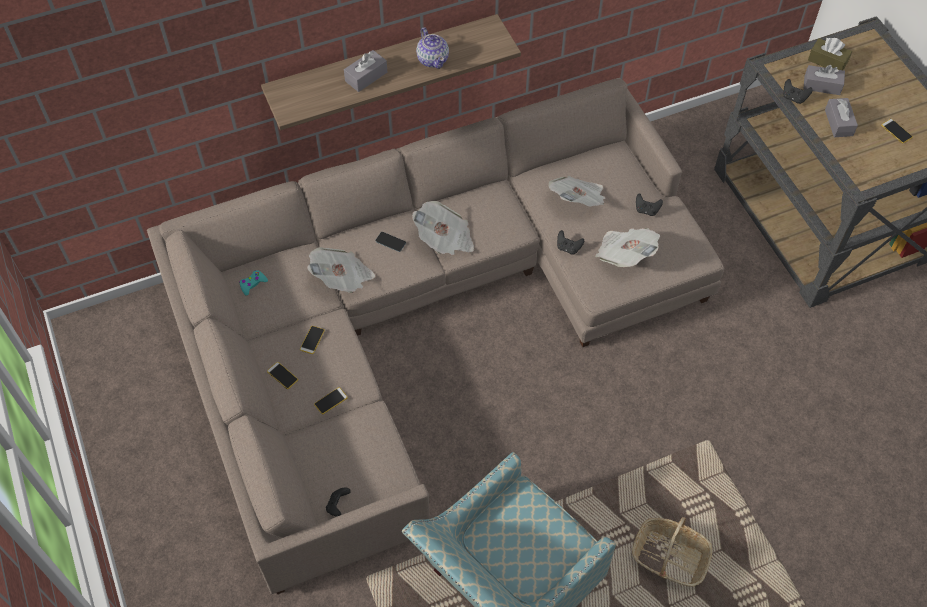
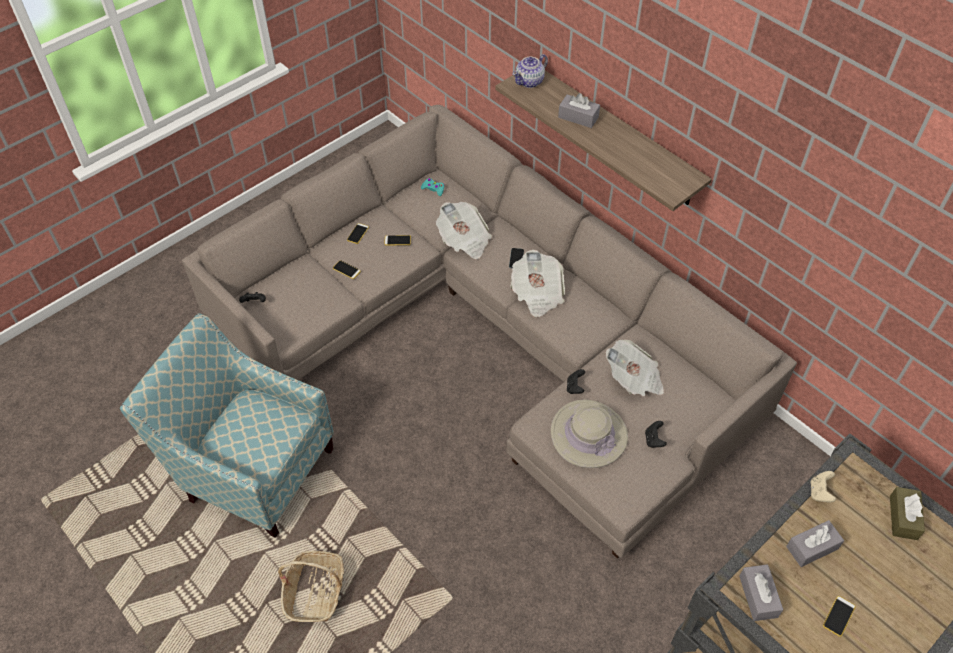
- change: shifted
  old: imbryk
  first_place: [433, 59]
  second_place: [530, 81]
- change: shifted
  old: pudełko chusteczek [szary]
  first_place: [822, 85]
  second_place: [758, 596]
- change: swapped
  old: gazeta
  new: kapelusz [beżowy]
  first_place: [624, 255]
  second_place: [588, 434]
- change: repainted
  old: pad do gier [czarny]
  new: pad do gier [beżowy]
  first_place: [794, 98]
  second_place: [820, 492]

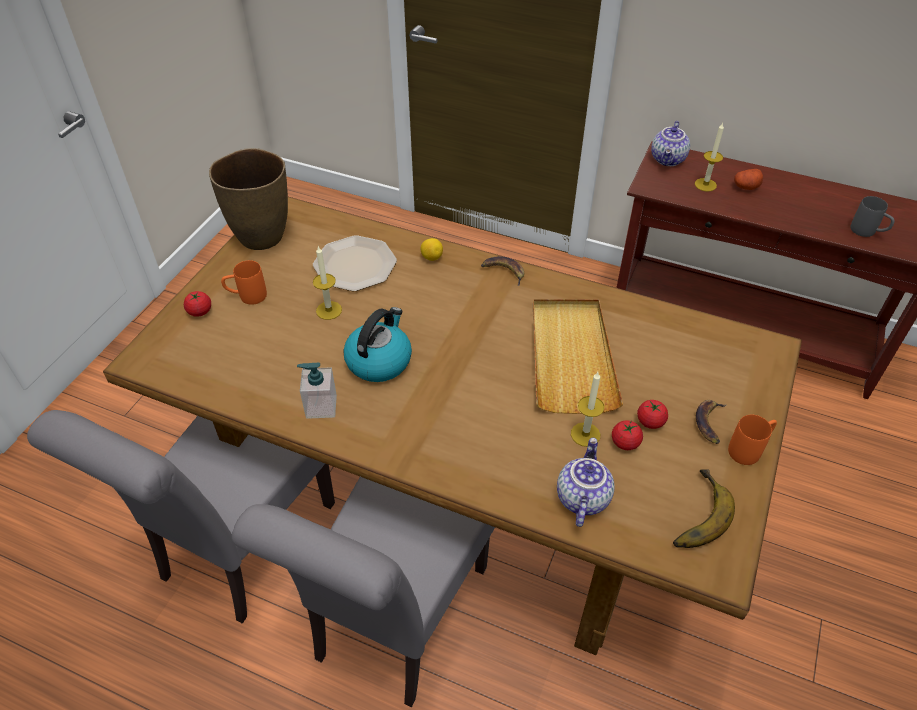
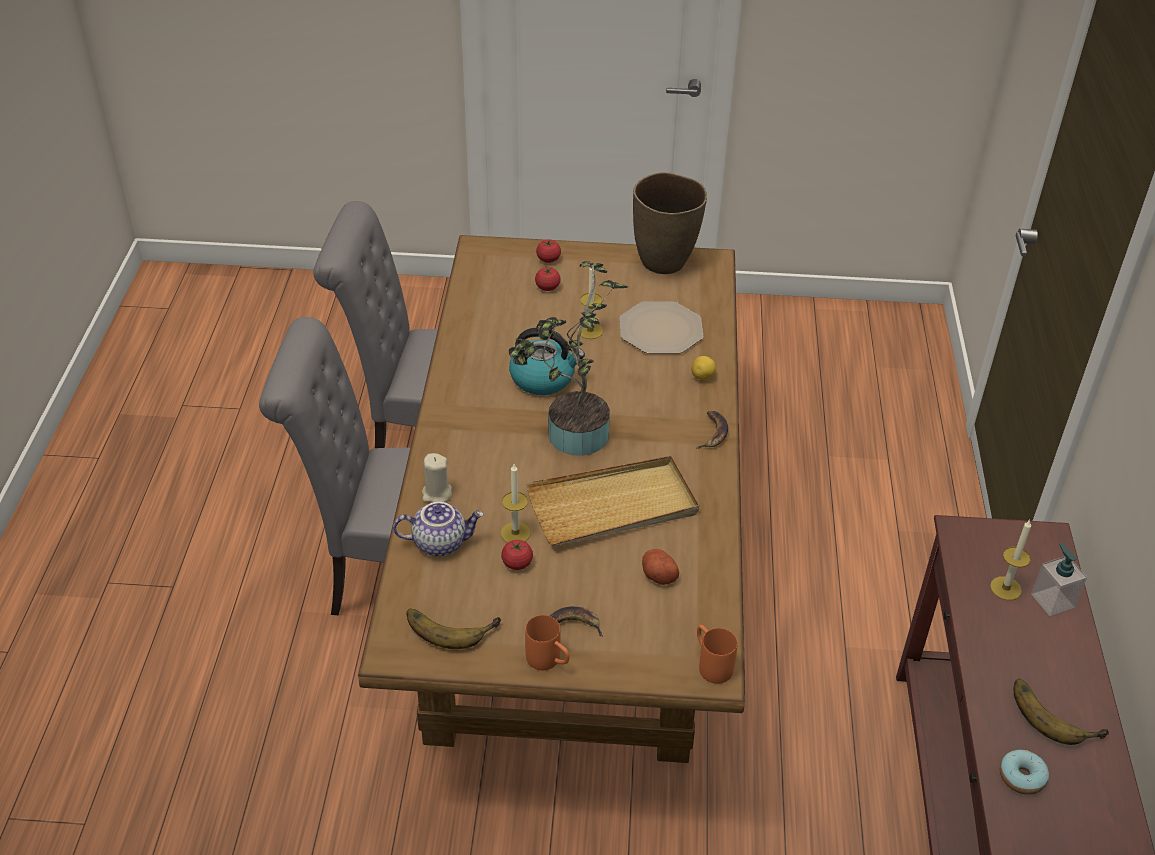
- change: gone
  old: imbryk
  first_place: [668, 160]
- change: new
  new: świeca [beżowy]
  second_place: [437, 494]
- change: new
  new: roślina doniczkowa
  second_place: [571, 436]
- change: new
  new: banan
  second_place: [1055, 713]
- change: shifted
  old: kubek [pomarańczowy]
  first_place: [247, 296]
  second_place: [711, 664]
- change: shifted
  old: dozownik mydła
  first_place: [321, 406]
  second_place: [1052, 600]
- change: shifted
  old: pomidor
  first_place: [650, 421]
  second_place: [547, 287]
- change: shifted
  old: ziemniak
  first_place: [746, 187]
  second_place: [658, 574]
- change: swapped
  old: kubek [szary]
  new: donut
  first_place: [868, 232]
  second_place: [1021, 777]

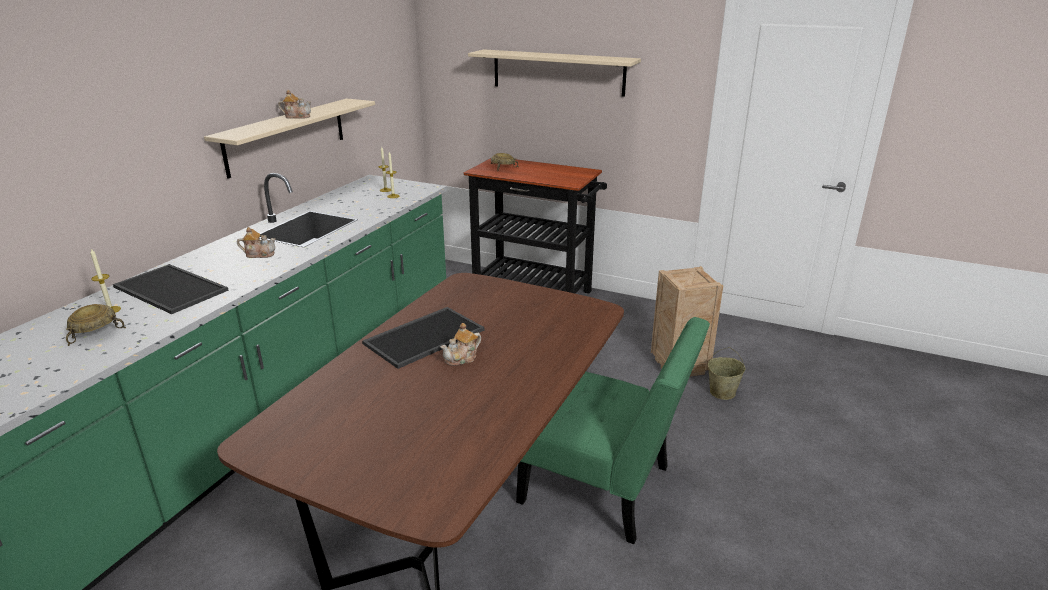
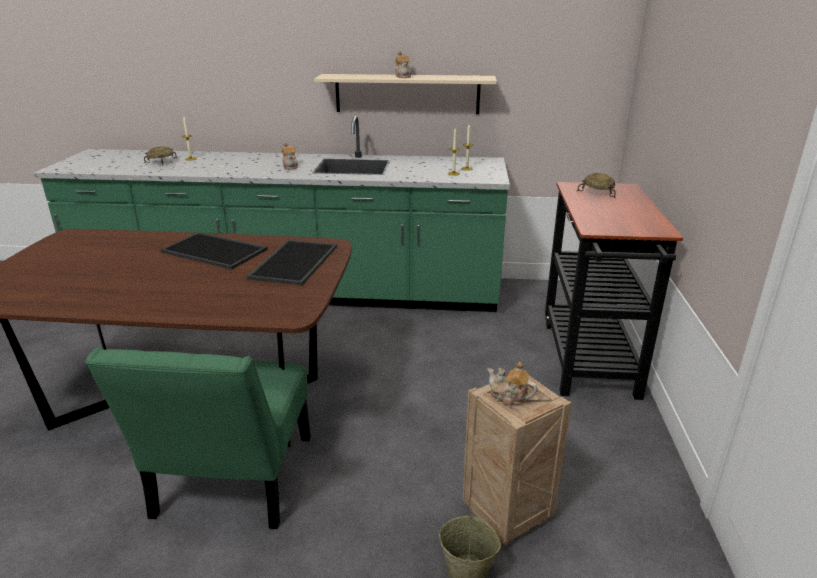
- change: gone
  old: półka [beżowy]
  first_place: [558, 72]
- change: shifted
  old: taca
  first_place: [168, 289]
  second_place: [293, 261]
- change: shifted
  old: imbryk
  first_place: [462, 358]
  second_place: [509, 396]

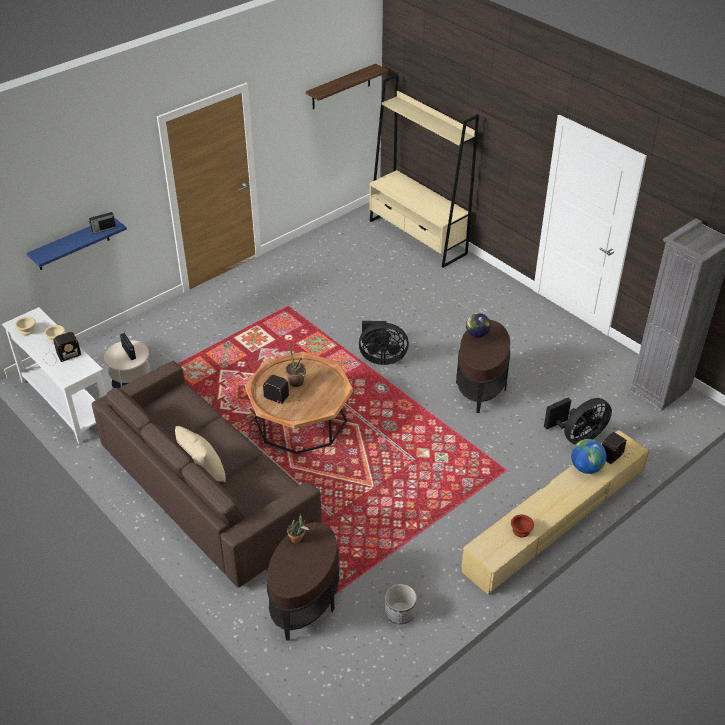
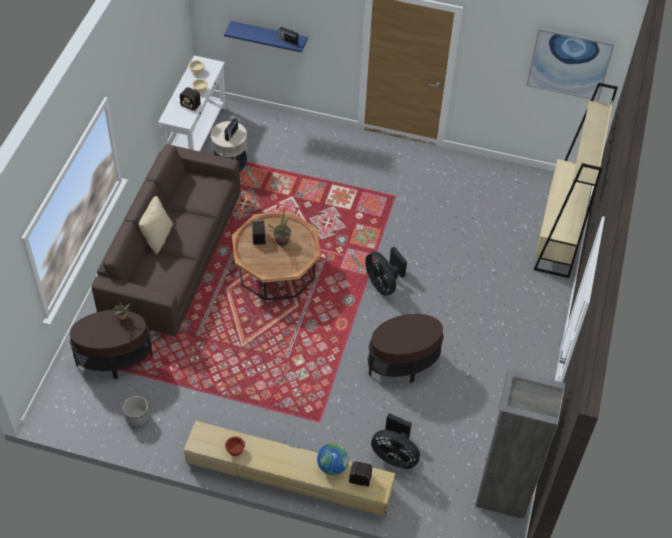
- change: gone
  old: globus
  first_place: [476, 340]
- change: swapped
  old: półka
  new: obraz
  first_place: [341, 87]
  second_place: [569, 63]

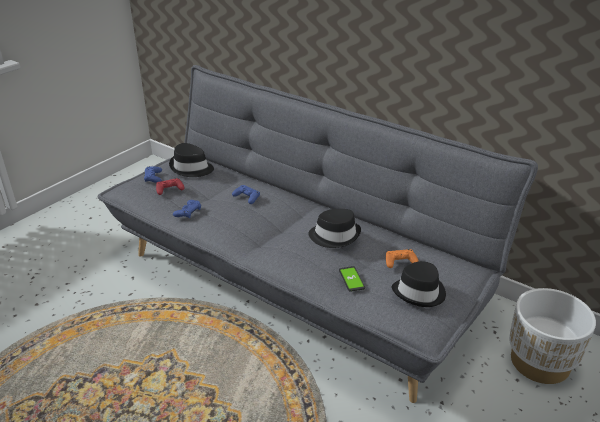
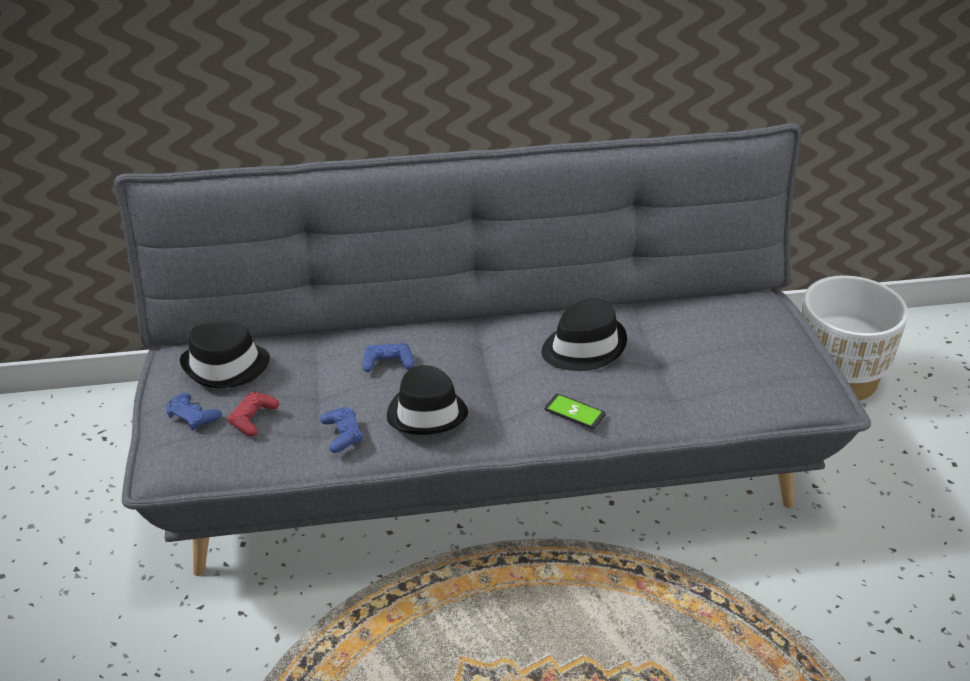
- change: gone
  old: pad do gier [pomarańczowy]
  first_place: [400, 262]
- change: shifted
  old: telefon
  first_place: [351, 279]
  second_place: [574, 412]
- change: shifted
  old: kapelusz [czarny]
  first_place: [420, 292]
  second_place: [427, 412]

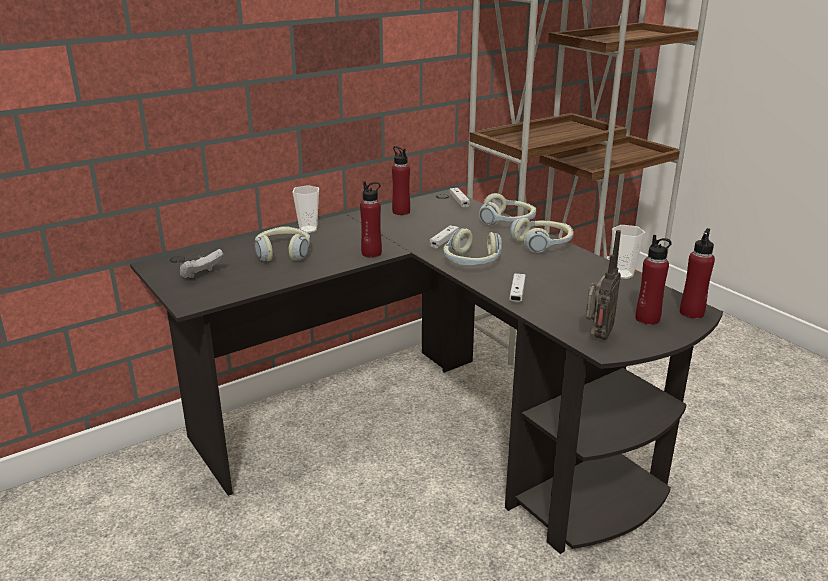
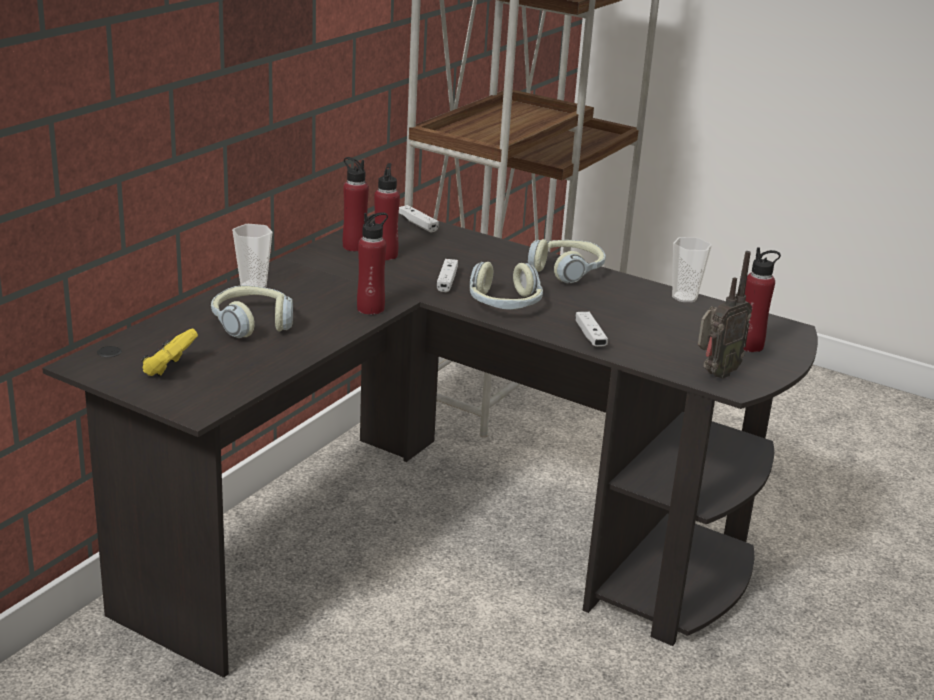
- change: gone
  old: słuchawki
  first_place: [507, 221]
- change: shifted
  old: butelka [czerwony]
  first_place: [691, 313]
  second_place: [385, 255]
- change: repainted
  old: pad do gier [biały]
  new: pad do gier [żółty]
  first_place: [201, 275]
  second_place: [169, 369]
- change: rotated
  old: radio
  first_place: [597, 337]
  second_place: [715, 374]
  degrees: 45

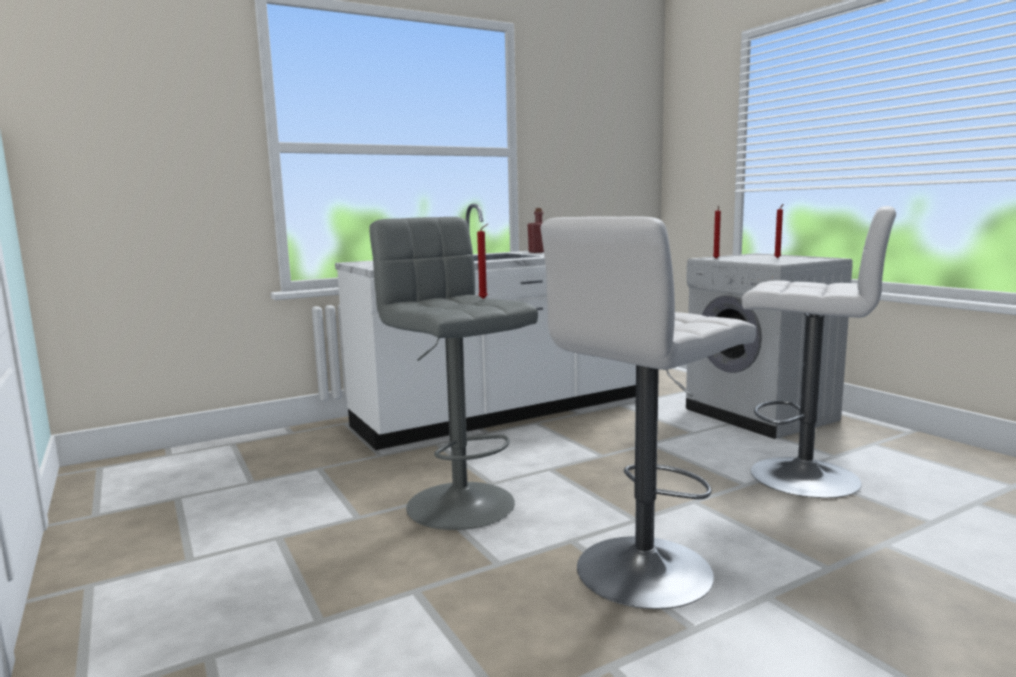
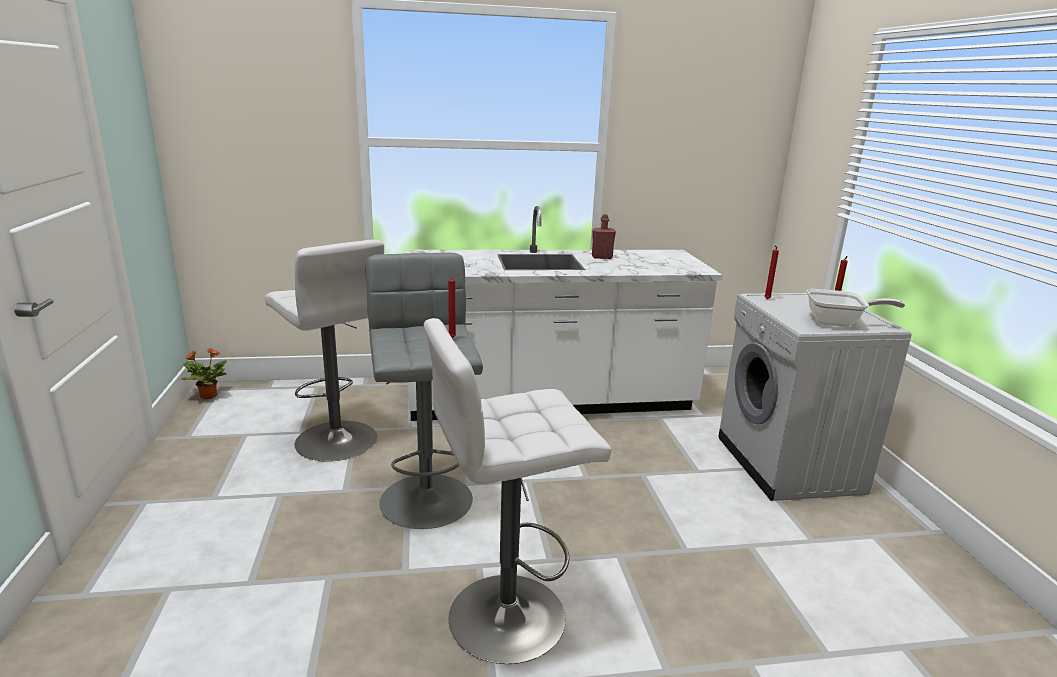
- change: new
  new: roślina doniczkowa
  second_place: [208, 396]
- change: new
  new: patelnia
  second_place: [839, 323]
- change: shifted
  old: stołek [biały]
  first_place: [805, 478]
  second_place: [336, 441]

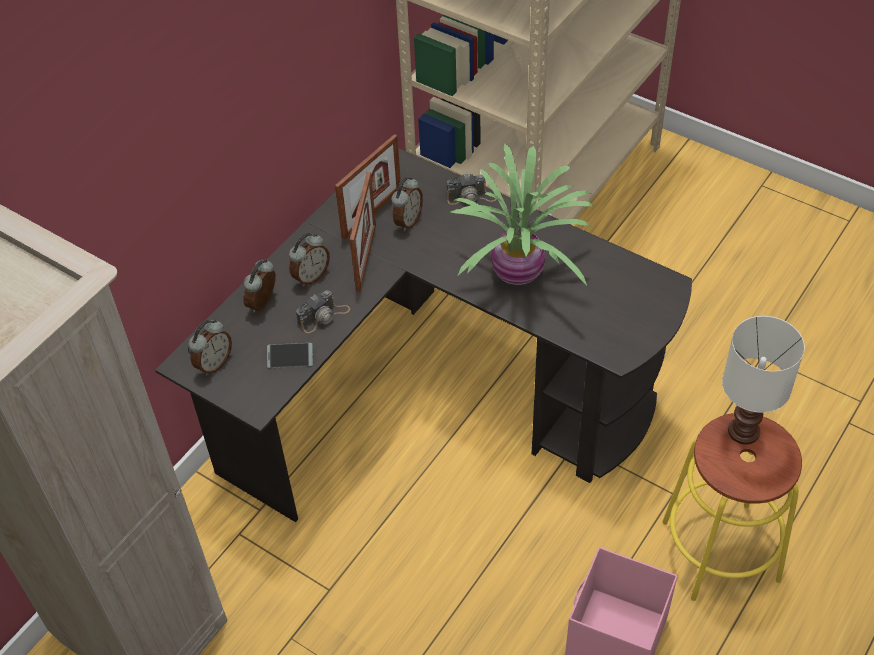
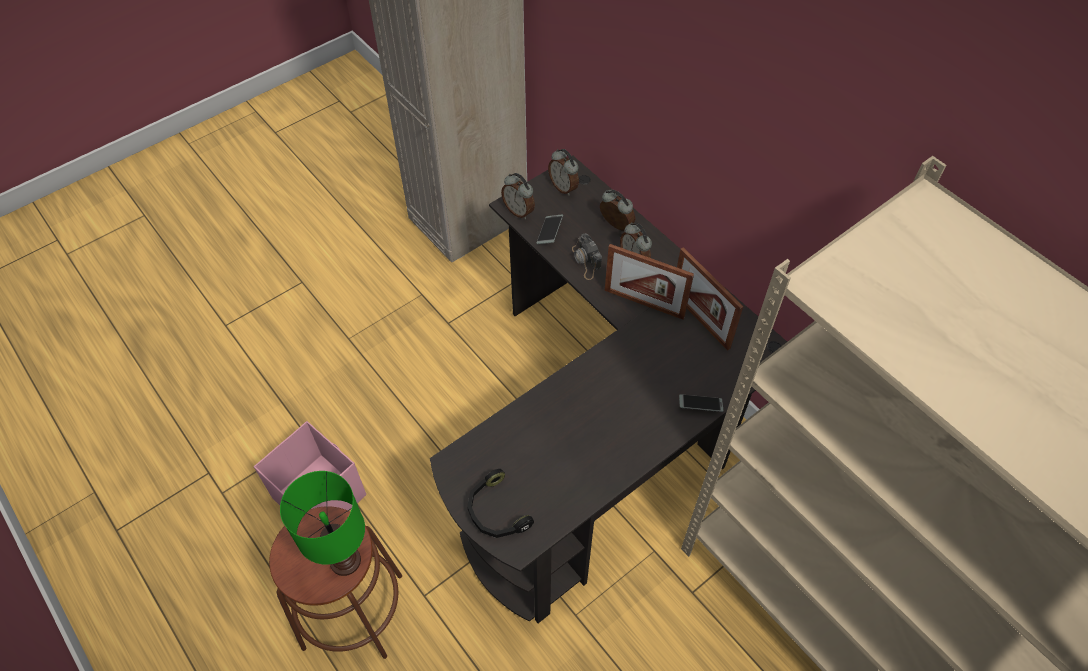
- change: gone
  old: roślina doniczkowa
  first_place: [518, 275]
- change: new
  new: słuchawki [czarny]
  second_place: [496, 512]
- change: shifted
  old: budzik
  first_place: [407, 221]
  second_place: [519, 211]
- change: swapped
  old: aparat fotograficzny
  new: telefon
  first_place: [471, 196]
  second_place: [700, 405]
- change: repainted
  old: stołek [żółty]
  new: stołek [brązowy]
  first_place: [720, 551]
  second_place: [352, 611]
- change: repainted
  old: lampa stołowa [biały]
  new: lampa stołowa [zielony]
  first_place: [745, 432]
  second_place: [344, 562]

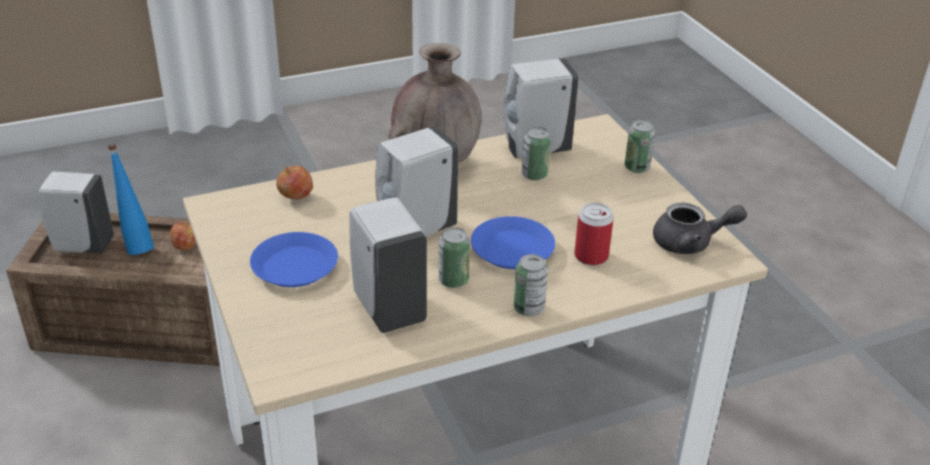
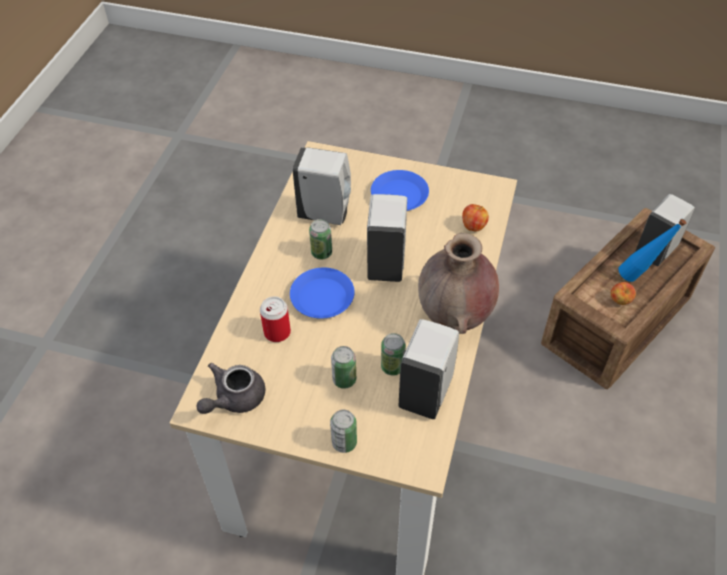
- change: shifted
  old: puszka
  first_place: [528, 308]
  second_place: [344, 379]

